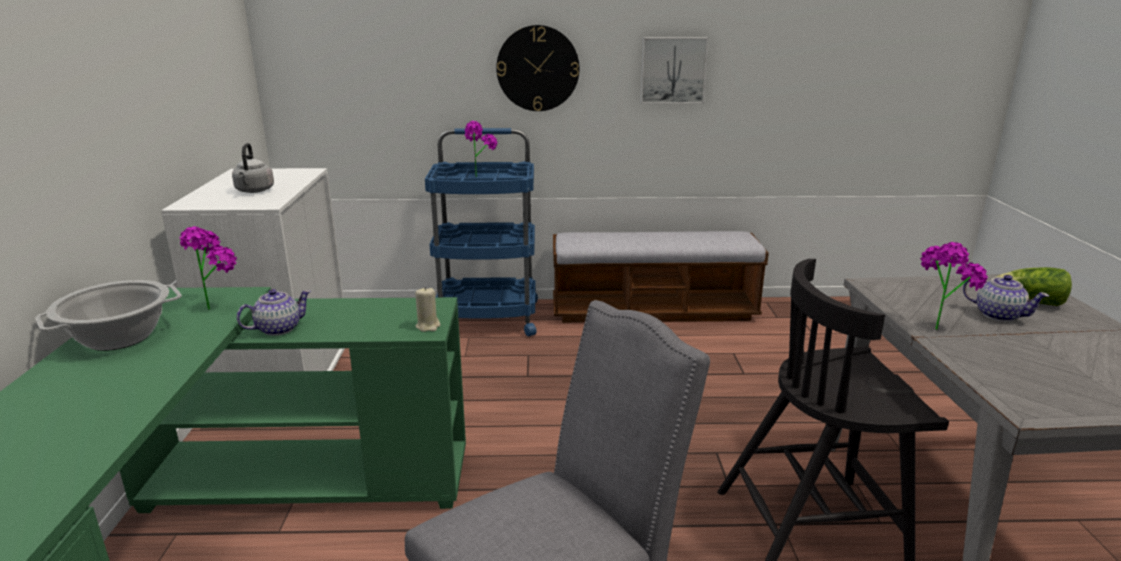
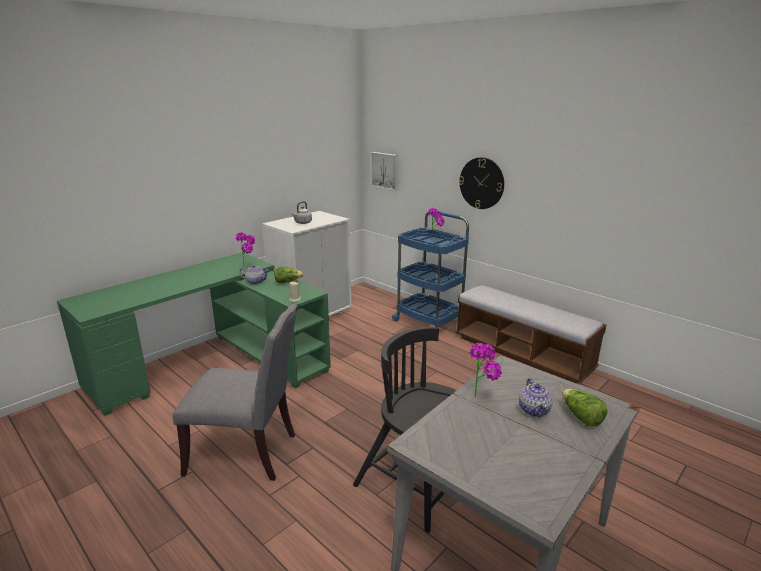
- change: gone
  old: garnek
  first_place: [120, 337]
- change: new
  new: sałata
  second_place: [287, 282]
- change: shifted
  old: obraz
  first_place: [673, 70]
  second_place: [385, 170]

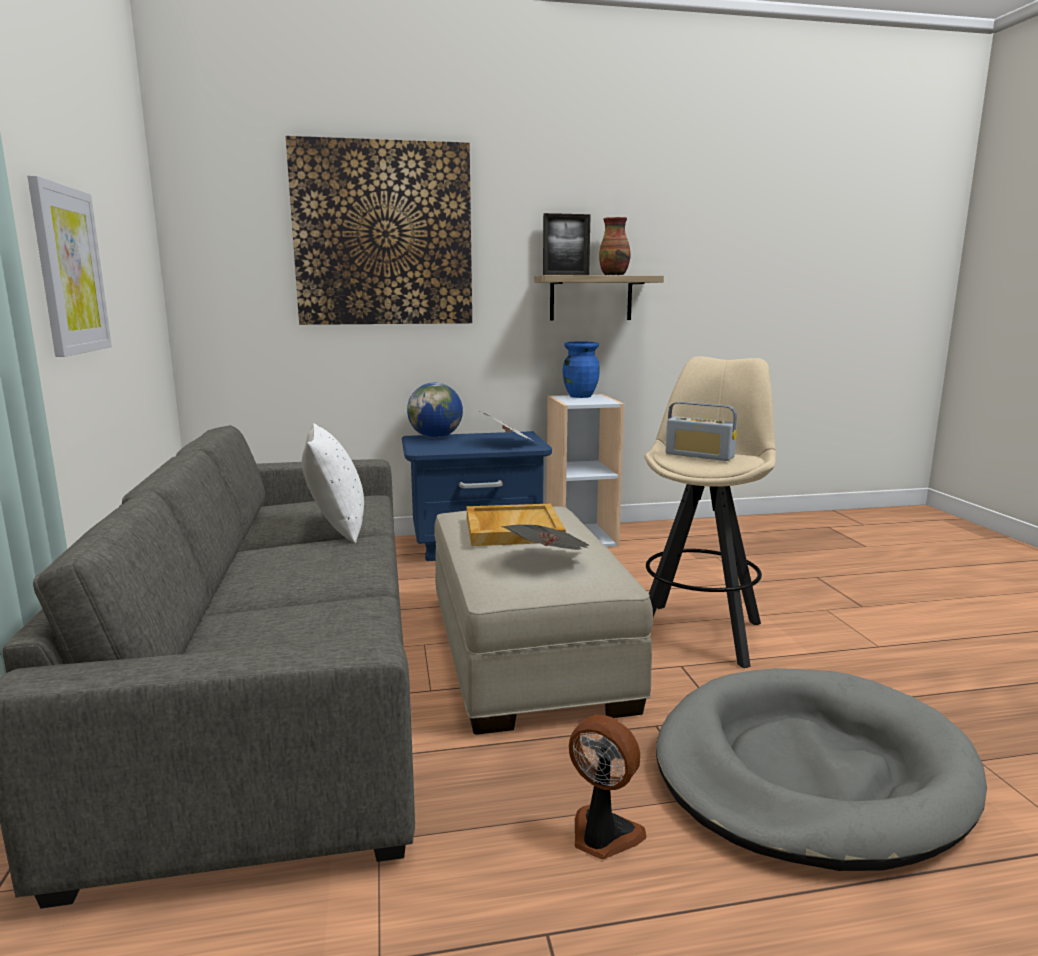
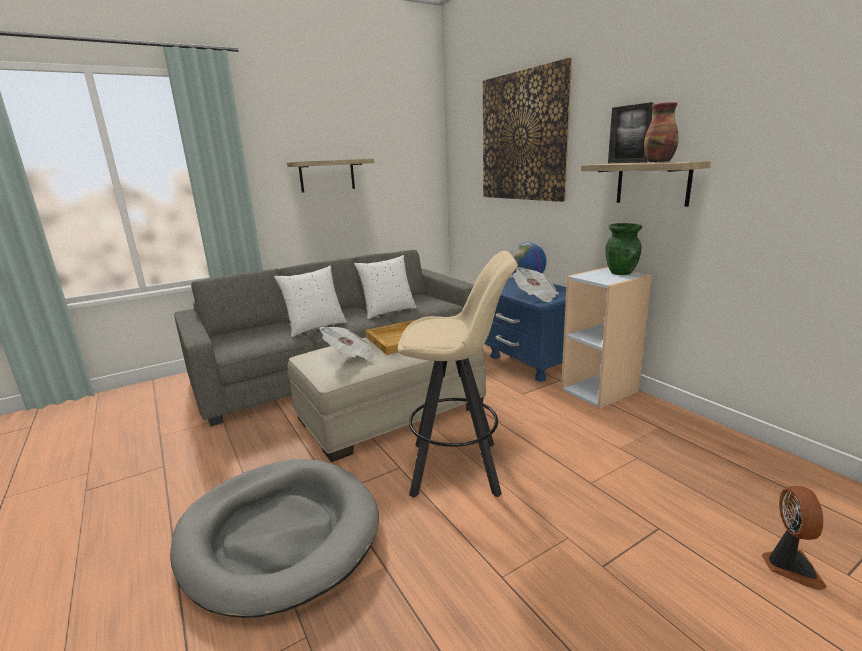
- change: gone
  old: radio
  first_place: [699, 455]
- change: new
  new: poduszka [biały]
  second_place: [315, 327]
- change: shifted
  old: wentylator
  first_place: [602, 835]
  second_place: [789, 566]
- change: swapped
  old: obraz
  new: półka
  first_place: [69, 270]
  second_place: [327, 175]
- change: repainted
  old: wazon [niebieski]
  new: wazon [zielony]
  first_place: [580, 396]
  second_place: [621, 272]

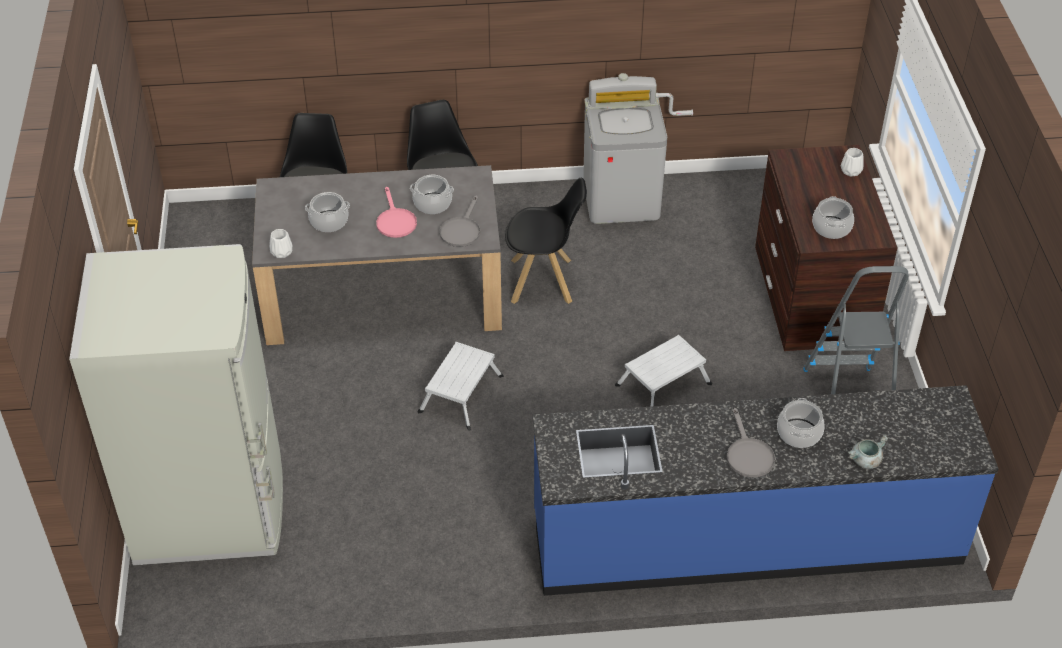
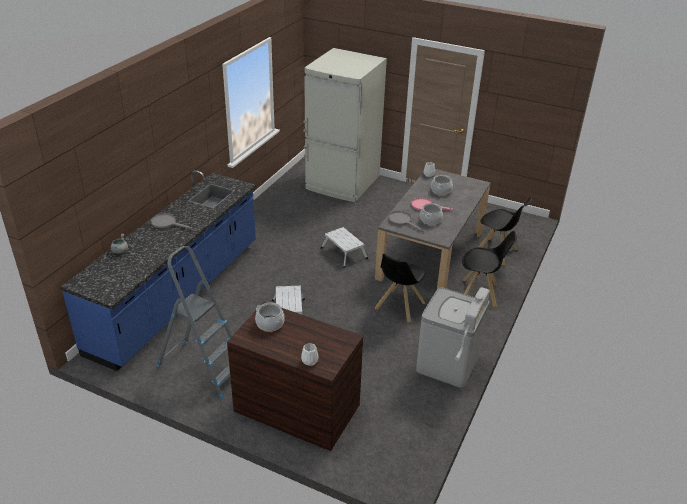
- change: gone
  old: garnek
  first_place: [798, 433]

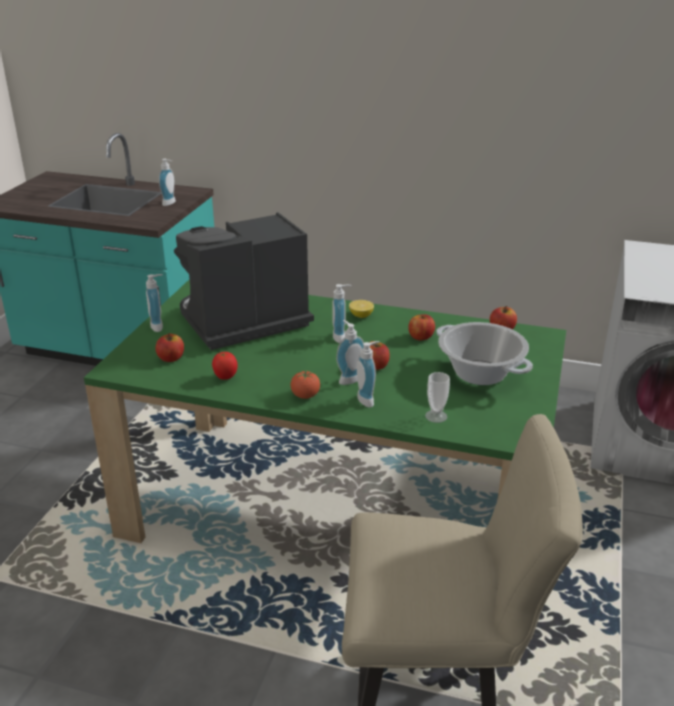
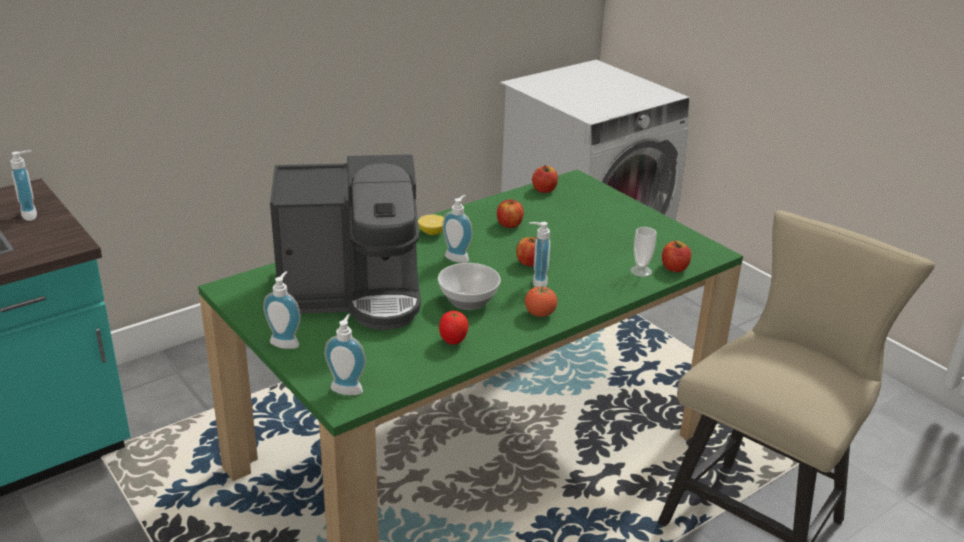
- change: gone
  old: garnek
  first_place: [480, 373]
- change: new
  new: miska
  second_place: [469, 300]
- change: shifted
  old: jabłko
  first_place: [171, 358]
  second_place: [674, 268]
- change: shifted
  old: dozownik mydła
  first_place: [368, 400]
  second_place: [348, 387]
- change: rotated
  old: ekspres do kawy
  first_place: [242, 323]
  second_place: [353, 293]
  degrees: -105

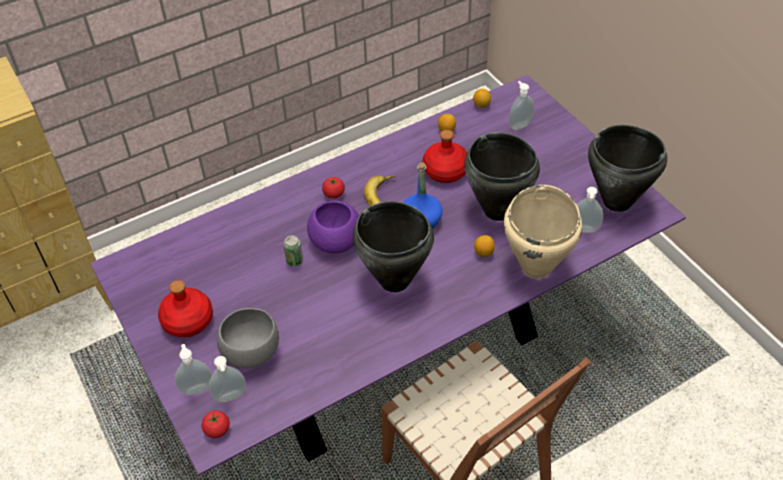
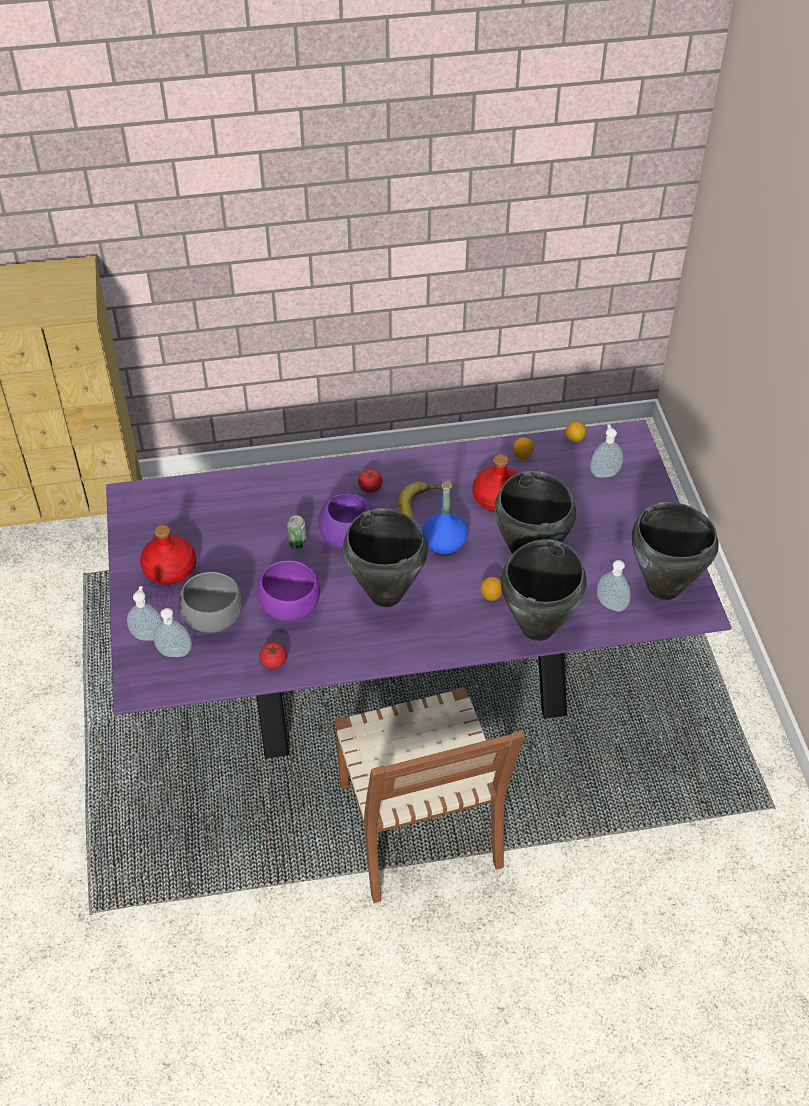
- change: new
  new: miska [fioletowy]
  second_place: [291, 607]
- change: shifted
  old: pomidor
  first_place: [217, 430]
  second_place: [274, 662]
- change: repainted
  old: garnek [beżowy]
  new: garnek [czarny]
  first_place: [537, 266]
  second_place: [538, 627]

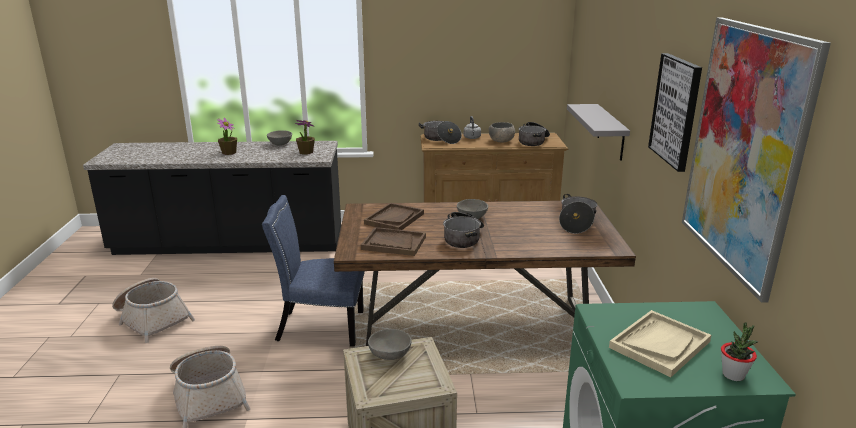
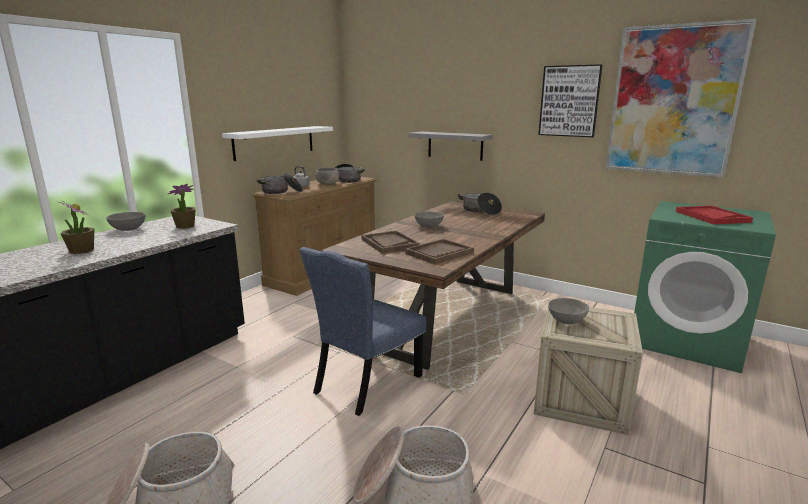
- change: gone
  old: garnek
  first_place: [463, 238]
- change: gone
  old: roślina doniczkowa
  first_place: [733, 375]
- change: new
  new: półka [biały]
  second_place: [275, 142]
- change: repainted
  old: taca [beżowy]
  new: taca [czerwony]
  first_place: [659, 344]
  second_place: [711, 217]

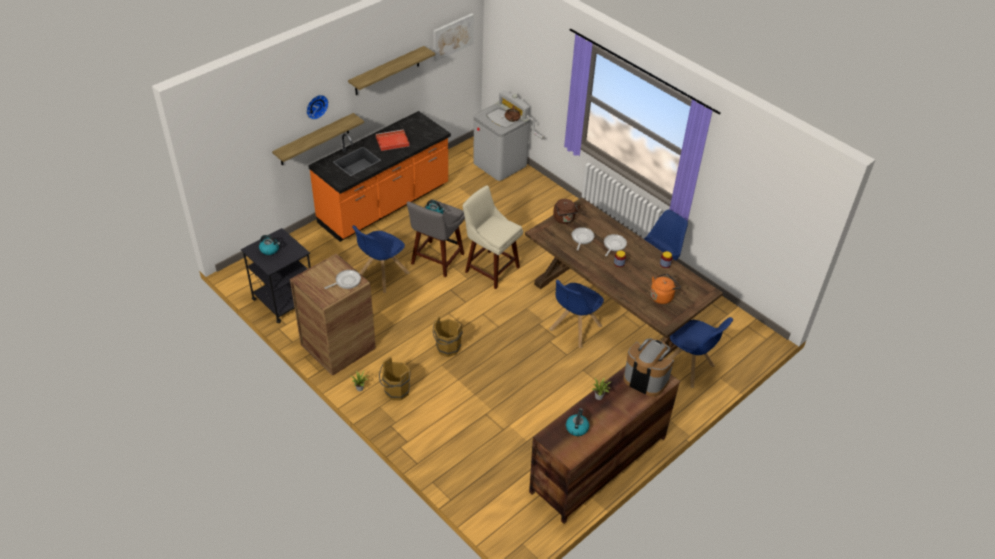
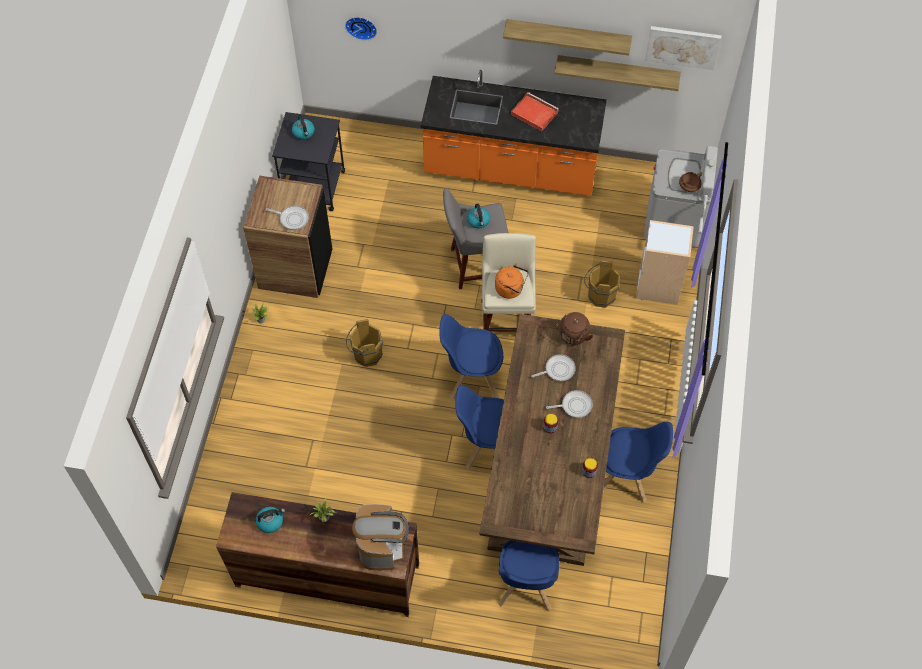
- change: new
  new: regał
  second_place: [659, 287]
- change: shifted
  old: półka
  first_place: [314, 140]
  second_place: [617, 72]
- change: shifted
  old: zegar ścienny
  first_place: [316, 106]
  second_place: [361, 26]
- change: shifted
  old: krzesło [niebieski]
  first_place: [381, 276]
  second_place: [471, 378]
- change: shifted
  old: wiadro [brązowy]
  first_place: [395, 392]
  second_place: [599, 296]
- change: shifted
  old: czajnik [pomarańczowy]
  first_place: [662, 296]
  second_place: [511, 289]

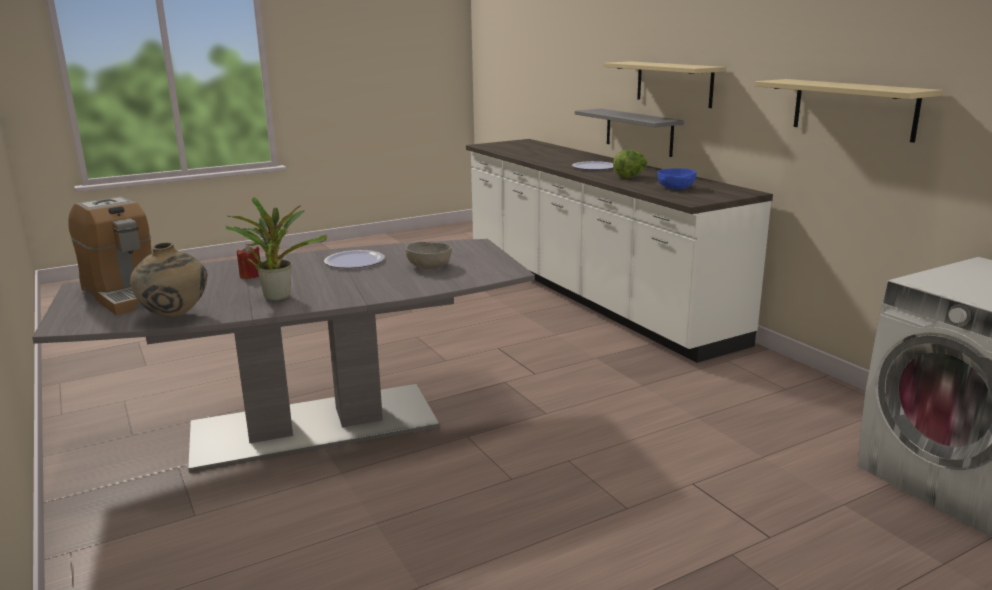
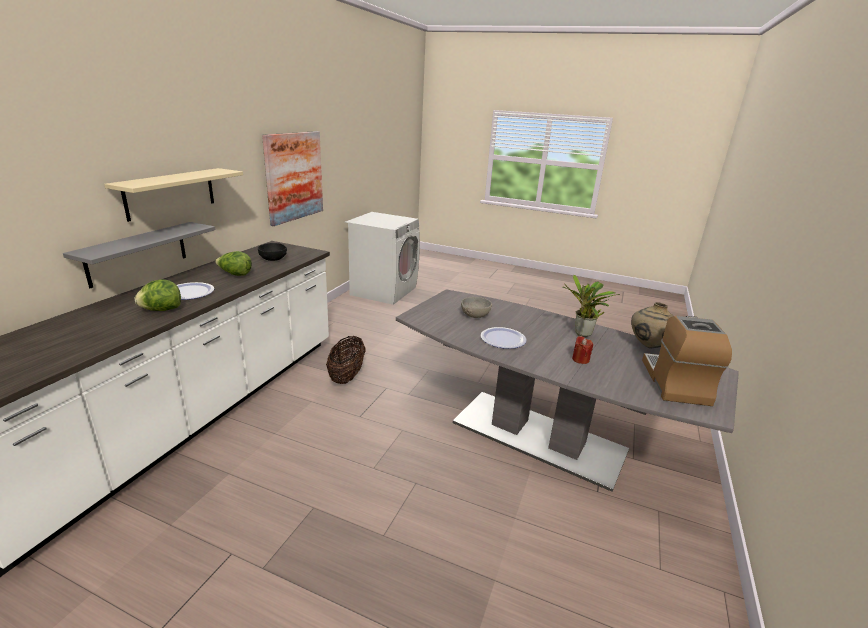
- change: new
  new: sałata
  second_place: [162, 310]
- change: new
  new: koszyk
  second_place: [347, 376]
- change: swapped
  old: półka [beżowy]
  new: obraz
  first_place: [853, 109]
  second_place: [294, 176]
- change: repainted
  old: miska [niebieski]
  new: miska [czarny]
  first_place: [675, 188]
  second_place: [273, 259]

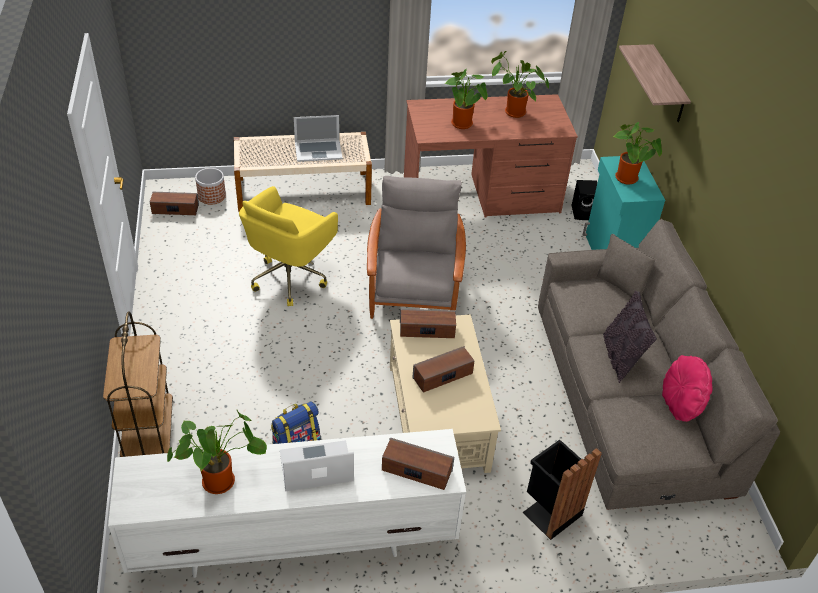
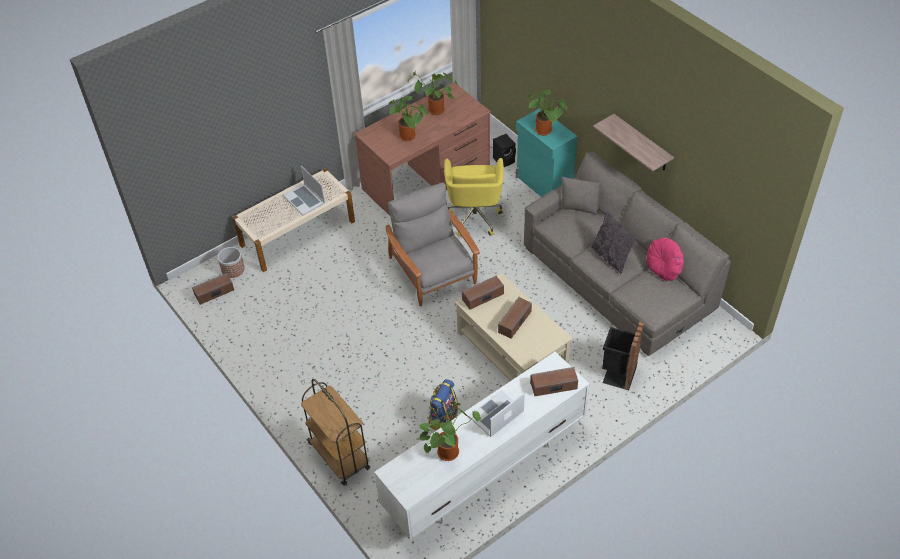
- change: shifted
  old: krzesło biurowe [żółty]
  first_place: [291, 278]
  second_place: [474, 217]
- change: shifted
  old: półka
  first_place: [667, 85]
  second_place: [642, 143]
- change: rotated
  old: laptop
  first_place: [318, 150]
  second_place: [304, 199]
  degrees: 90

